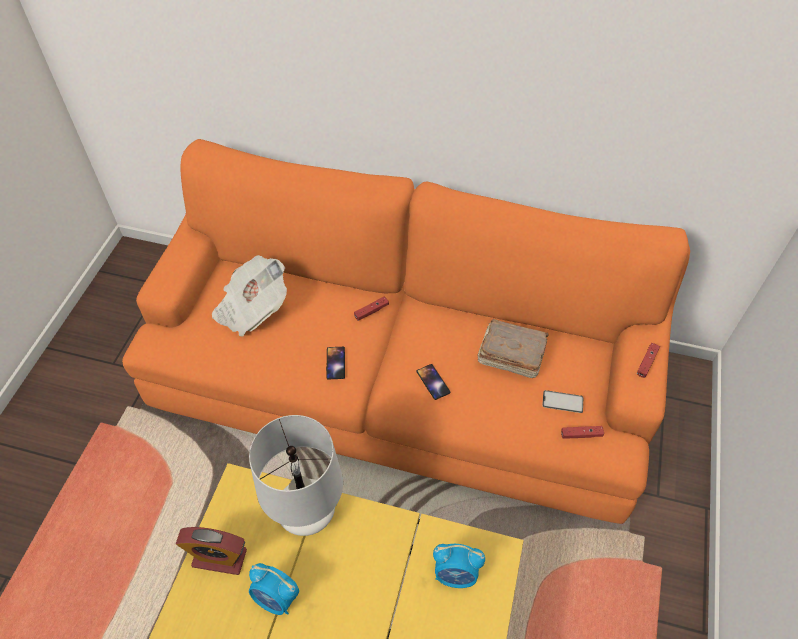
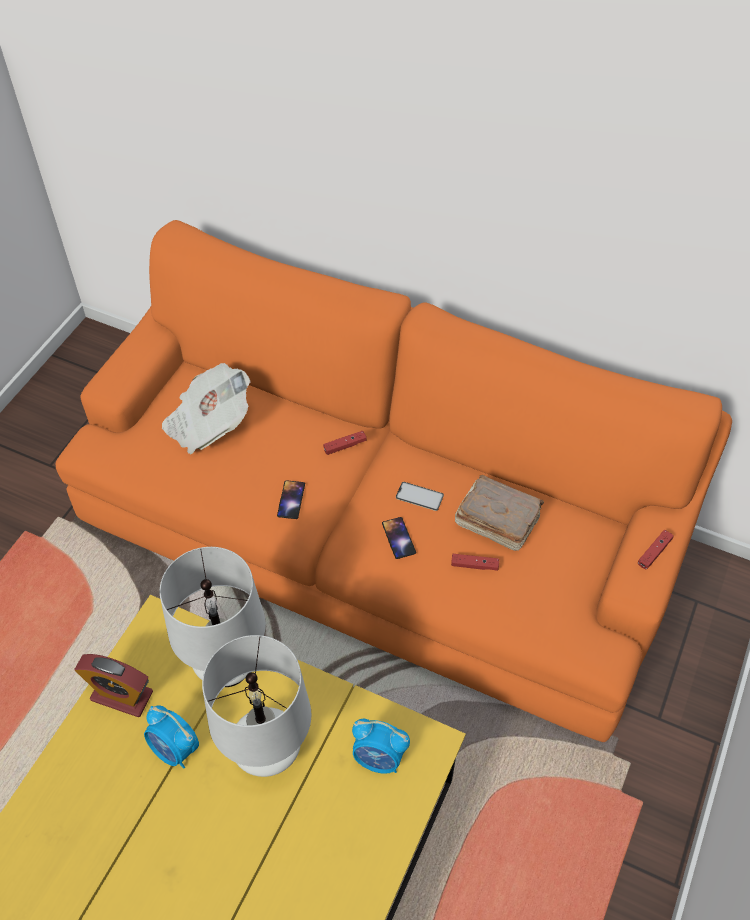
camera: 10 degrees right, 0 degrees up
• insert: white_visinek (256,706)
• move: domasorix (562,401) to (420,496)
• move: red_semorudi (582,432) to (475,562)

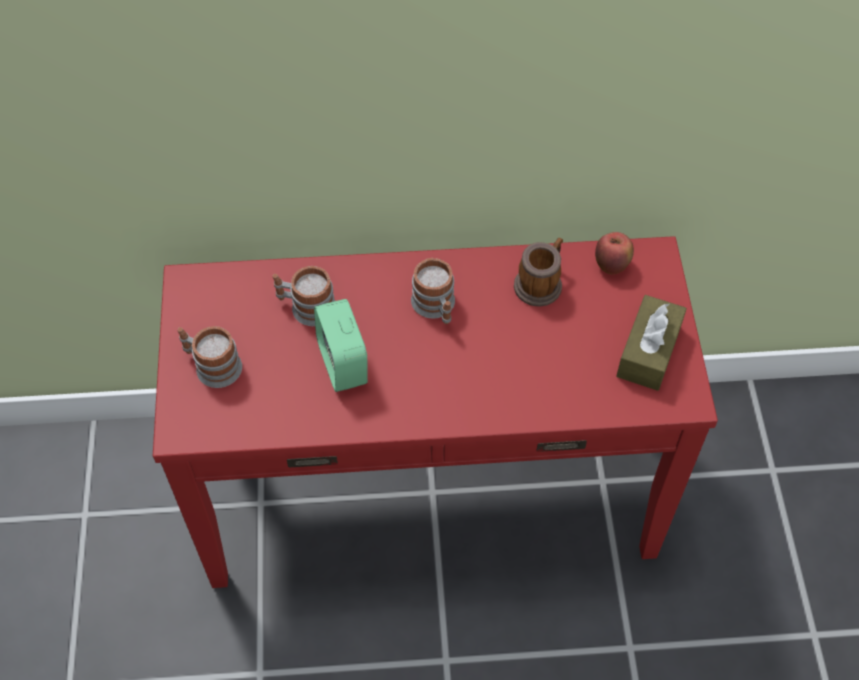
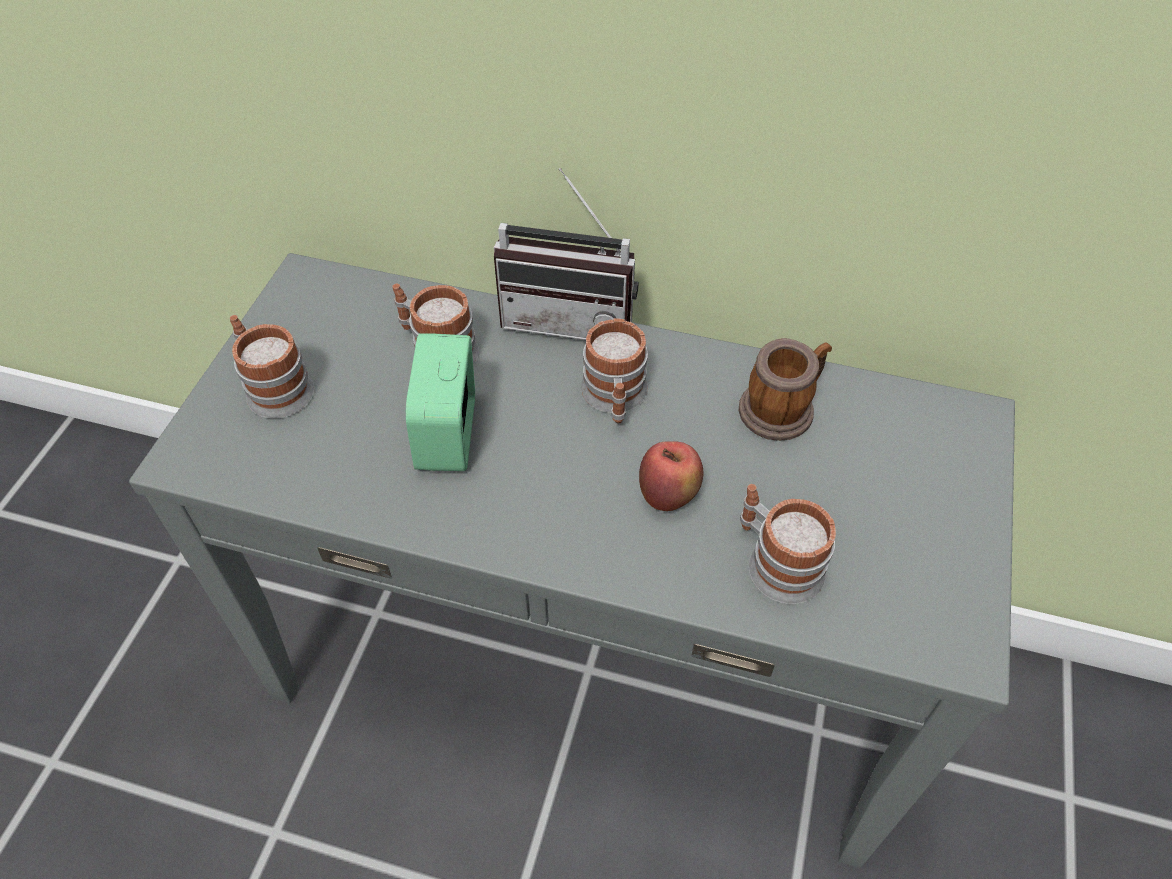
camera: 20 degrees right, 5 degrees down
• recolor: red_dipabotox (435,412) to grey_dipabotox (572,560)
• insert: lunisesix (566,254)
• move: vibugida (614,253) to (671,476)
• insert: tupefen (788,544)
• delete: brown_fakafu (652,343)

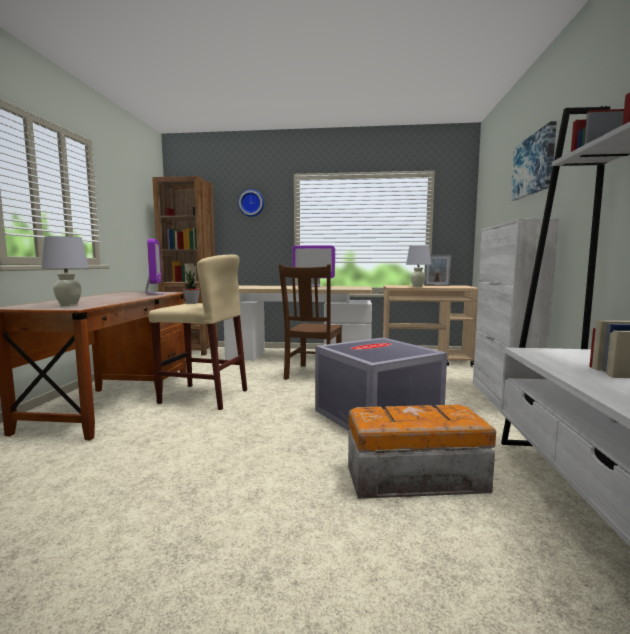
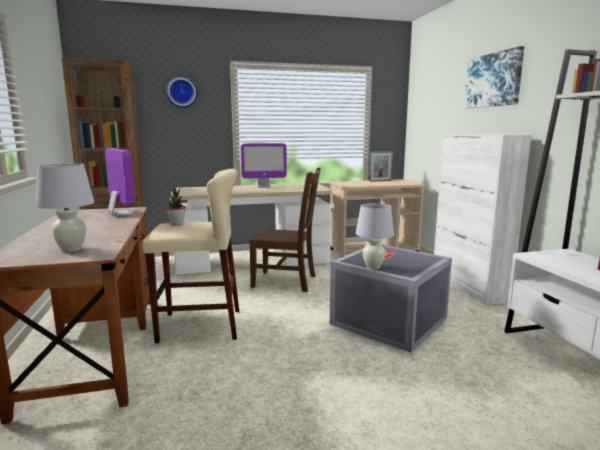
camera: 20 degrees left, 5 degrees up
• rotate: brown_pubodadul (310,322) = (285,229) 75 degrees counterclockwise
• move: white_visinek (418,266) to (375,236)
• delete: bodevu (422,452)

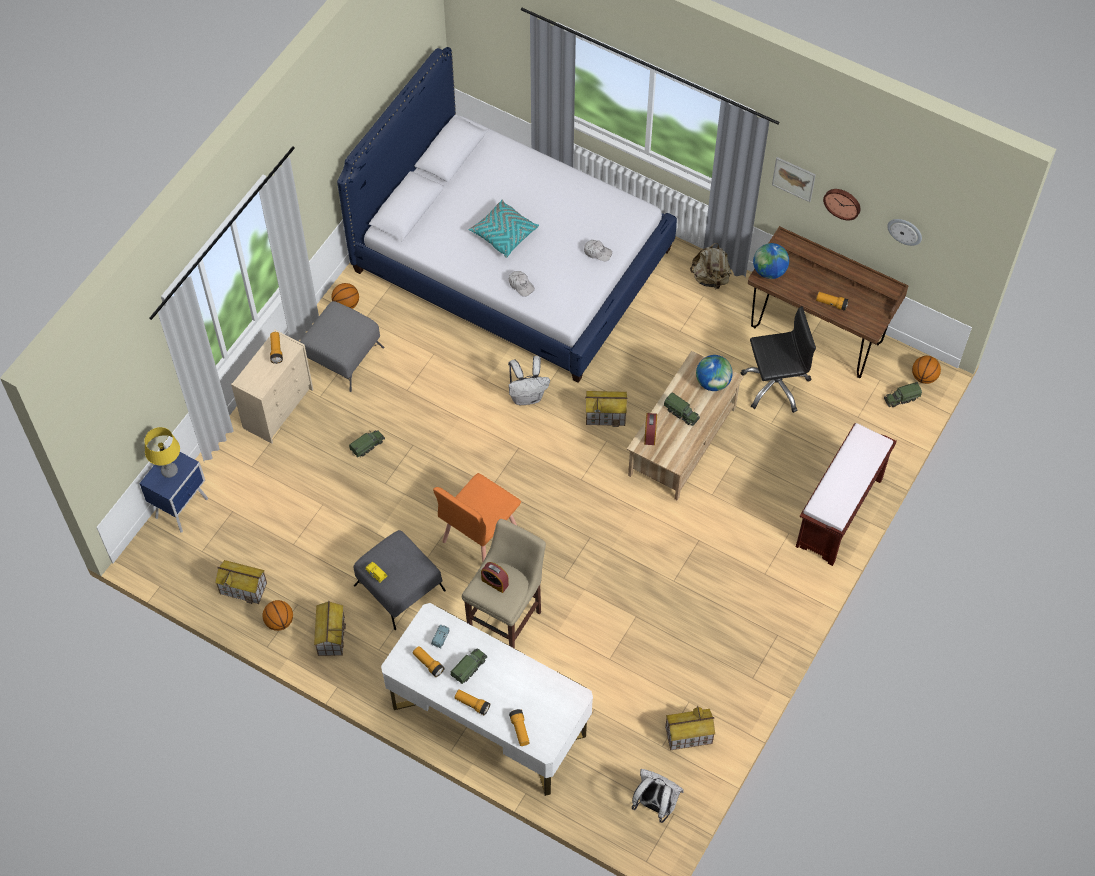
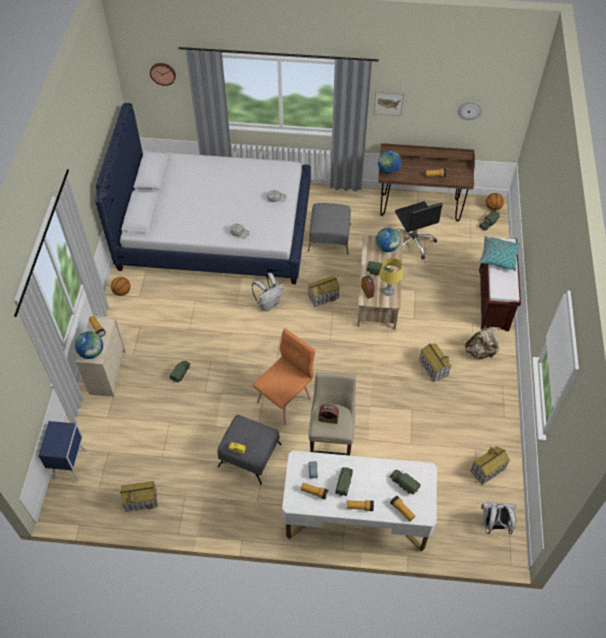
camera: 25 degrees left, 5 degrees down
• insert: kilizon (89,345)
• move: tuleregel (842,204) to (163,74)
• rotate: orange_pubodadul (477,518) = (284,376) 150 degrees counterclockwise
• move: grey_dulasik (342,346) to (329,229)
• move: yellow_visinek (162,452) to (391,277)
• insert: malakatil (405,482)
• rotate: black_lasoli (778,359) = (419,230) 105 degrees clockwise
• move: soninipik (330,628) to (435,362)
• move: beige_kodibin (711,266) to (482,342)
• move: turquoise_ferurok (503,228) to (499,253)
• delete: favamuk (278,615)

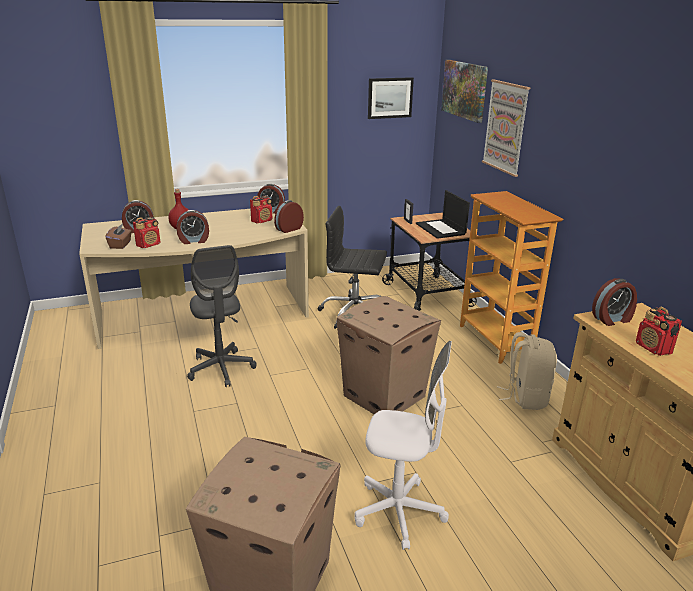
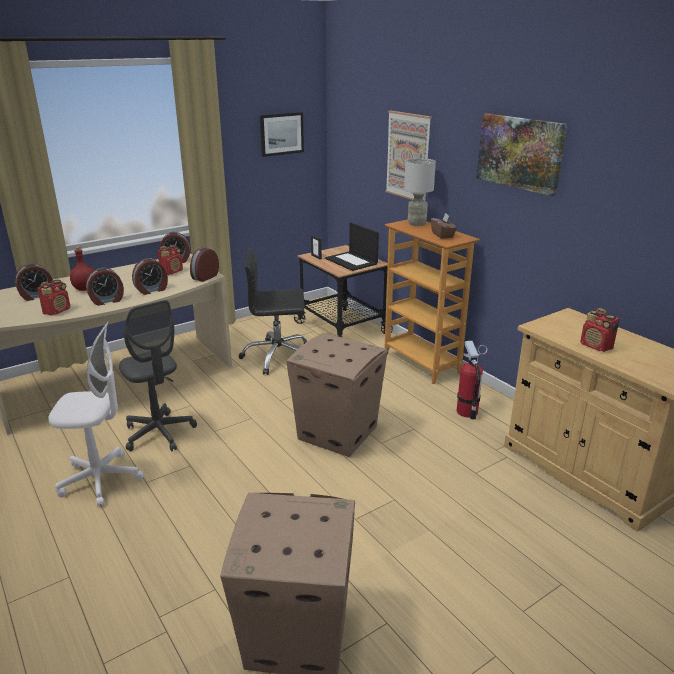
camera: 15 degrees left, 0 degrees up
• move: white_lasoli (403,445) to (96,413)
• move: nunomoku (614,302) to (150,276)
• insert: grey_visinek (420,192)
• move: brown_fakafu (119,236) to (444,226)
• replace: beige_kodibin (527,371) to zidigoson (472,380)
• move: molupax (464,91) to (521,154)

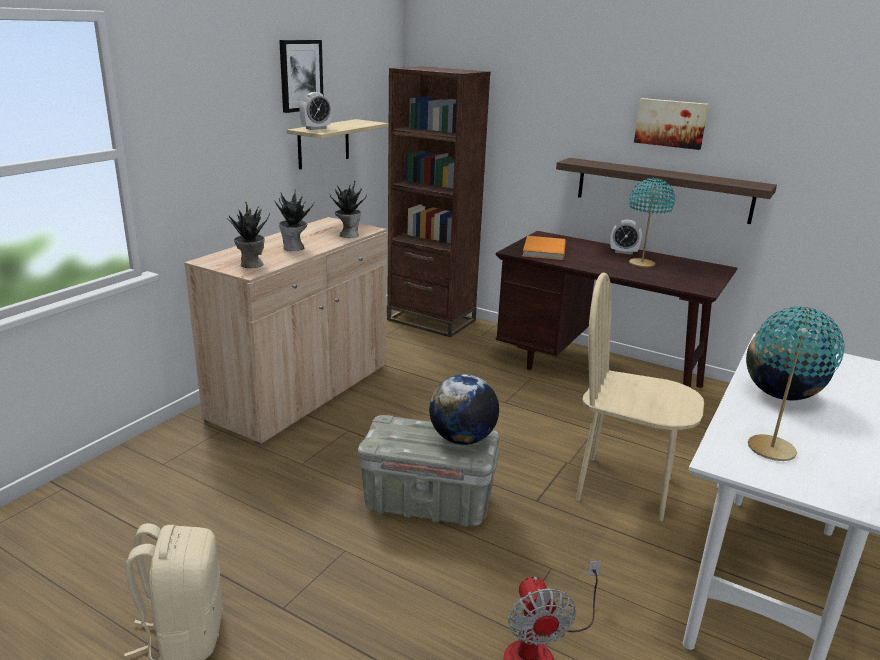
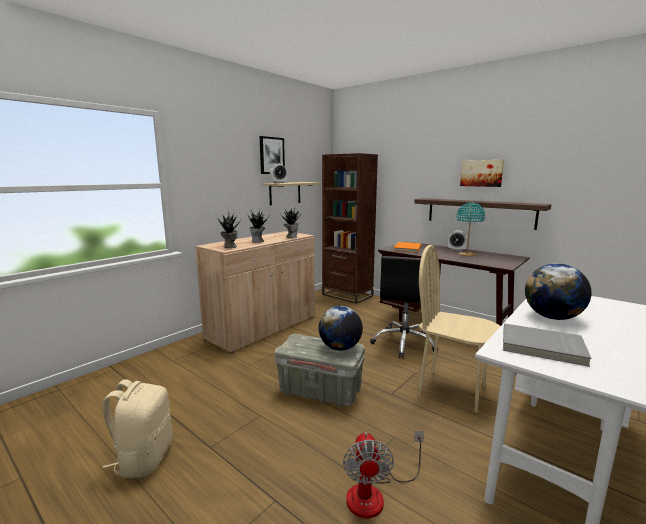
camera: 10 degrees right, 10 degrees down
• insert: black_lasoli (404,307)
• replace: turquoise_visinek (796,384) to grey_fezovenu (547,345)

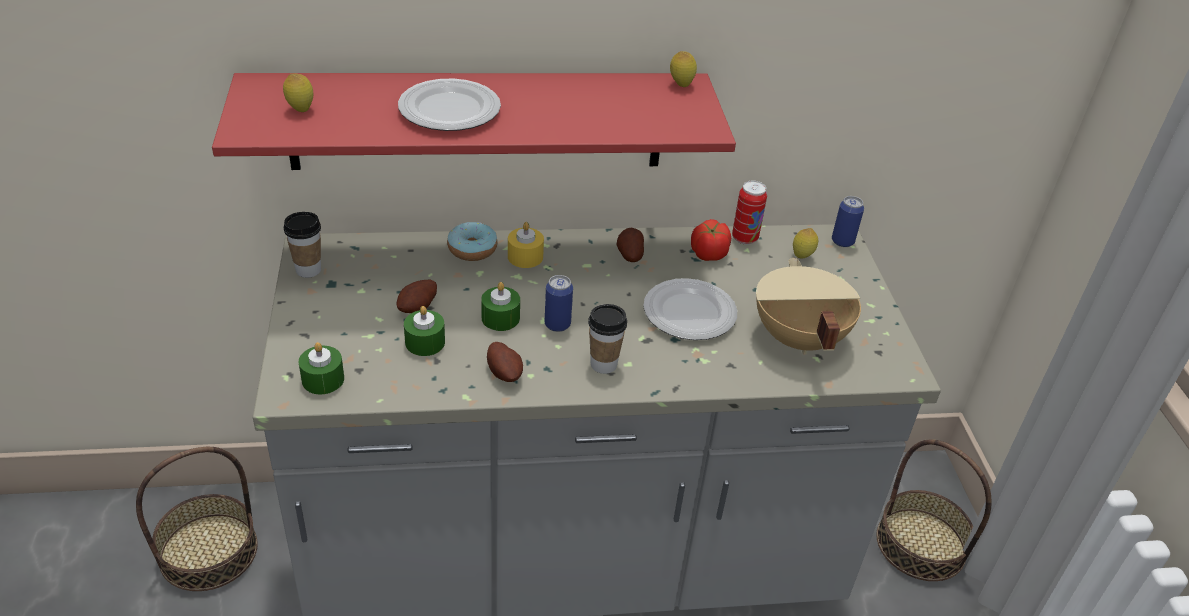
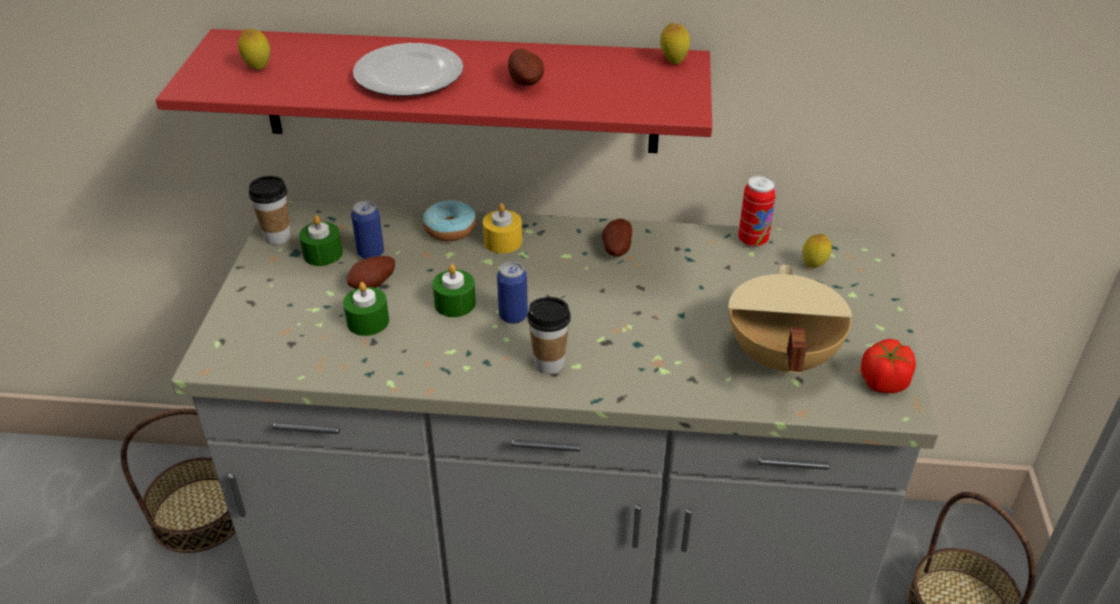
camera: 15 degrees right, 0 degrees up
• move: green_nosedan (321,368) to (321,240)
• move: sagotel (848,221) to (367,230)
• move: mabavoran (505,362) to (526,67)
• move: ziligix (711,240) to (888,366)
• delete: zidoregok (690,309)

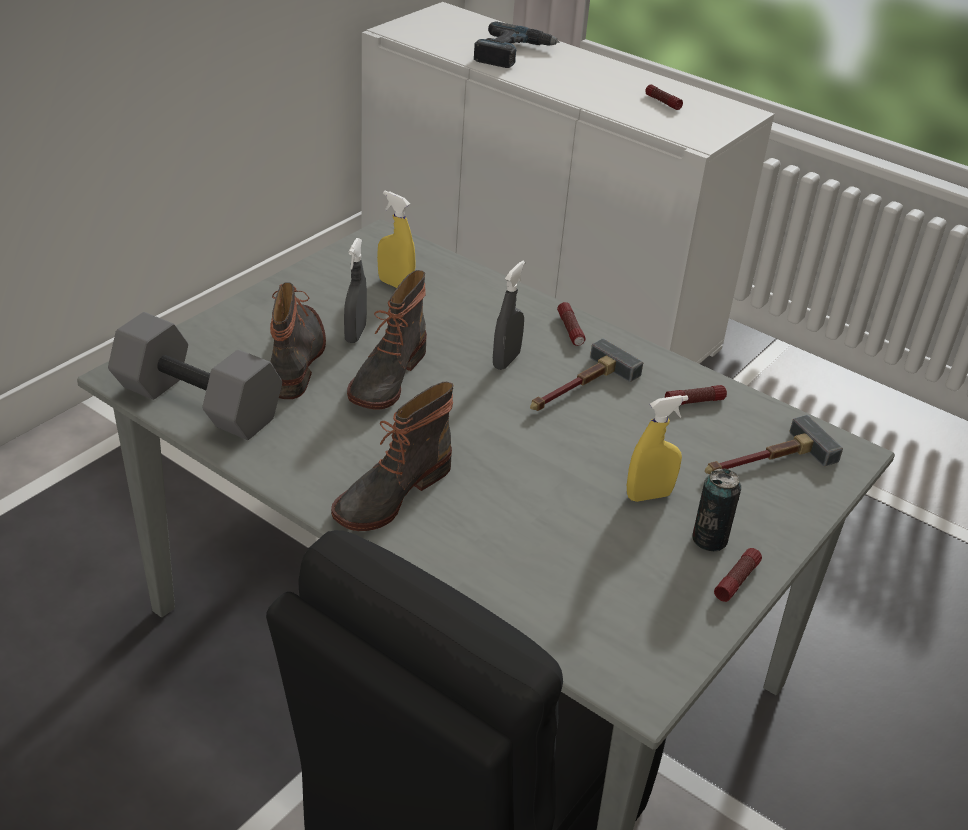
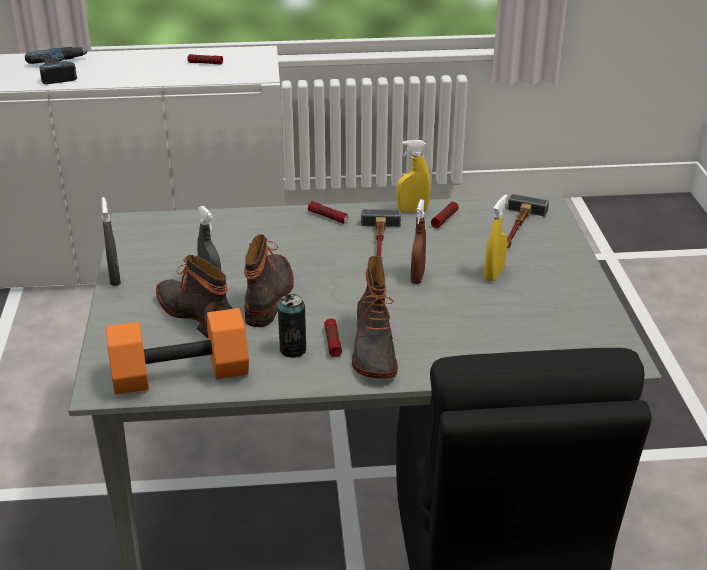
camera: 40 degrees left, 5 degrees down
• move: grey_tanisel (509,315) to (111,241)
• recolor: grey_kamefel (195,376) to orange_kamefel (177,351)
• rotate: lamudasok (387,340) = (269,280) 150 degrees counterclockwise
• move: sagotel (716,510) to (292,326)
• move: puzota (738,575) to (333,338)
• move: yellow_tanisel (396,239) to (413,176)
• insert: brown_tanisel (418,241)

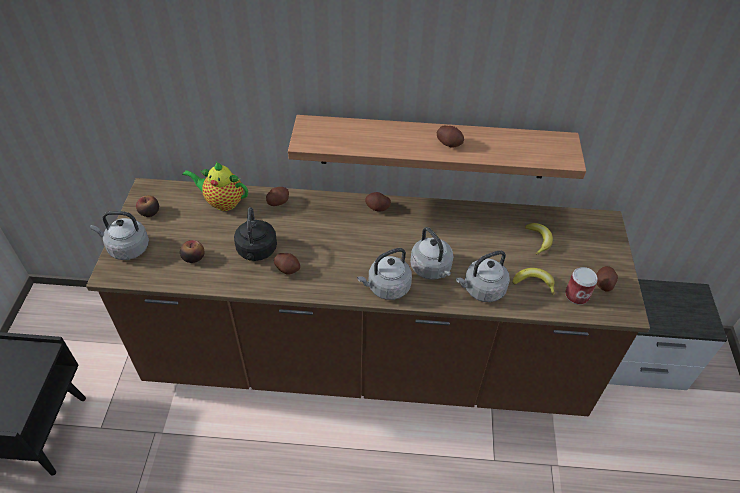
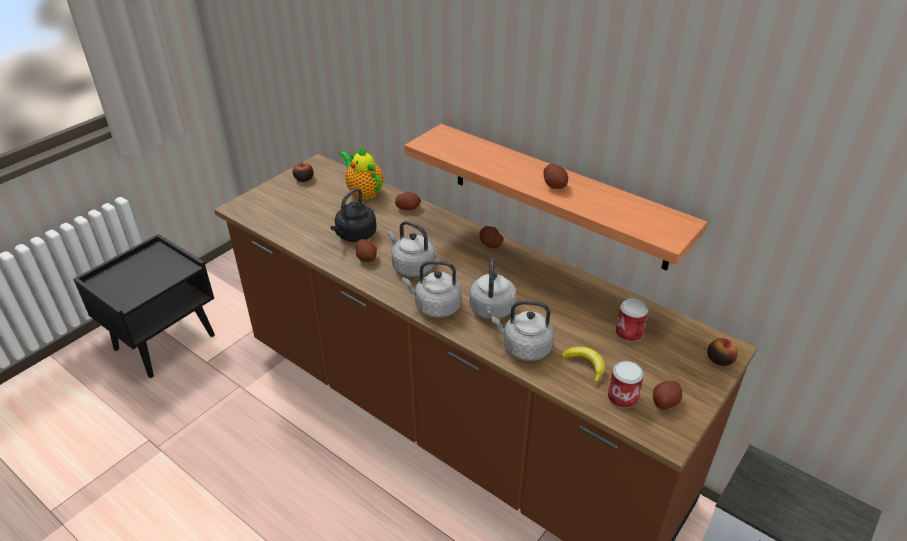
camera: 35 degrees right, 10 degrees down
• move: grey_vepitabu (119,235) to (411,249)
• replace: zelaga (539,239) to sagotel (632,320)
• move: vibugida (192,251) to (722,352)

